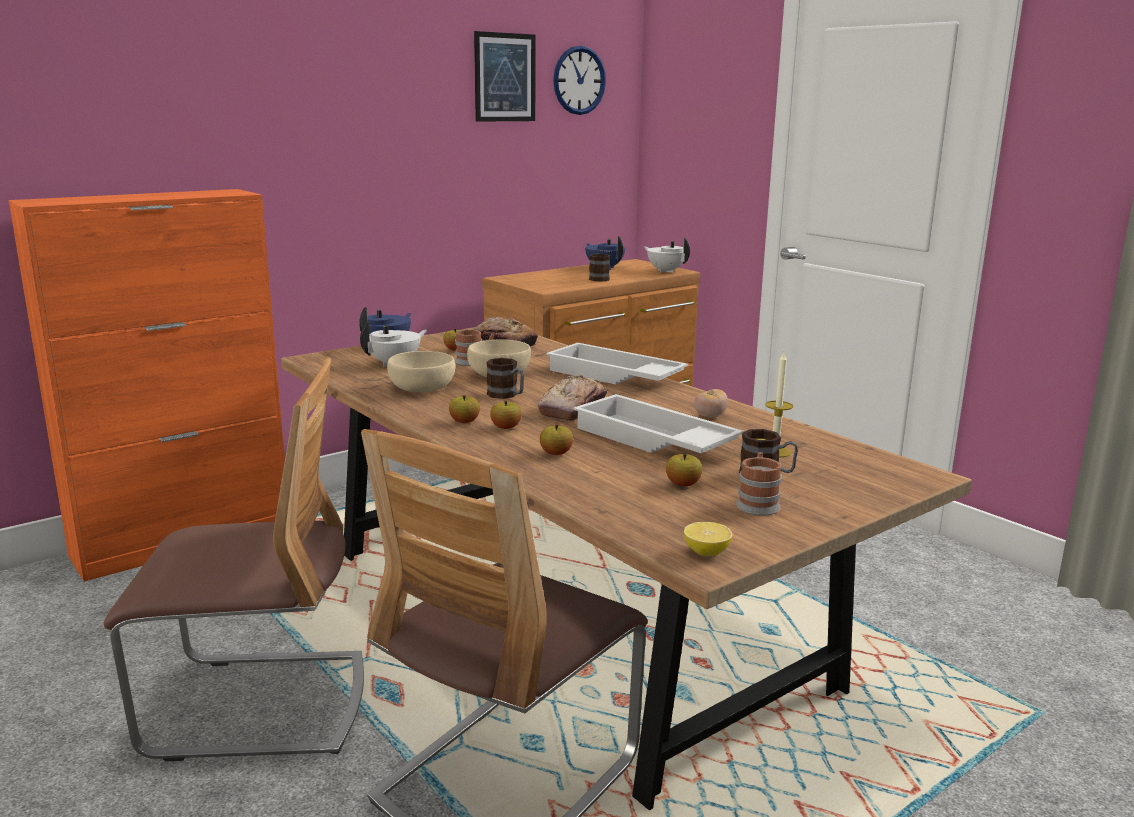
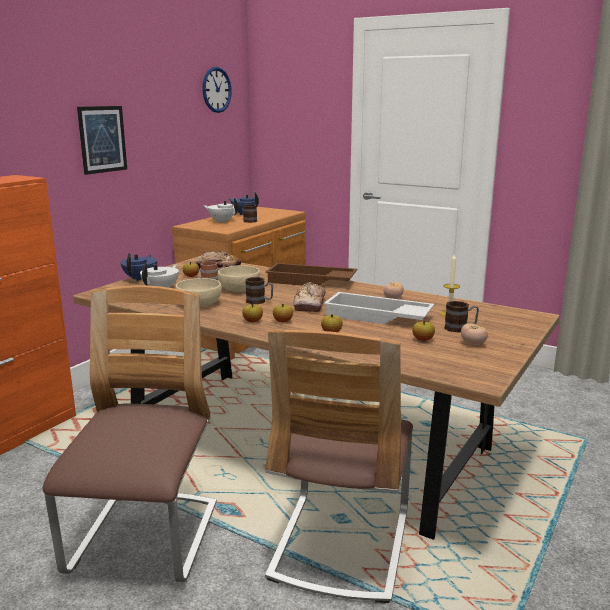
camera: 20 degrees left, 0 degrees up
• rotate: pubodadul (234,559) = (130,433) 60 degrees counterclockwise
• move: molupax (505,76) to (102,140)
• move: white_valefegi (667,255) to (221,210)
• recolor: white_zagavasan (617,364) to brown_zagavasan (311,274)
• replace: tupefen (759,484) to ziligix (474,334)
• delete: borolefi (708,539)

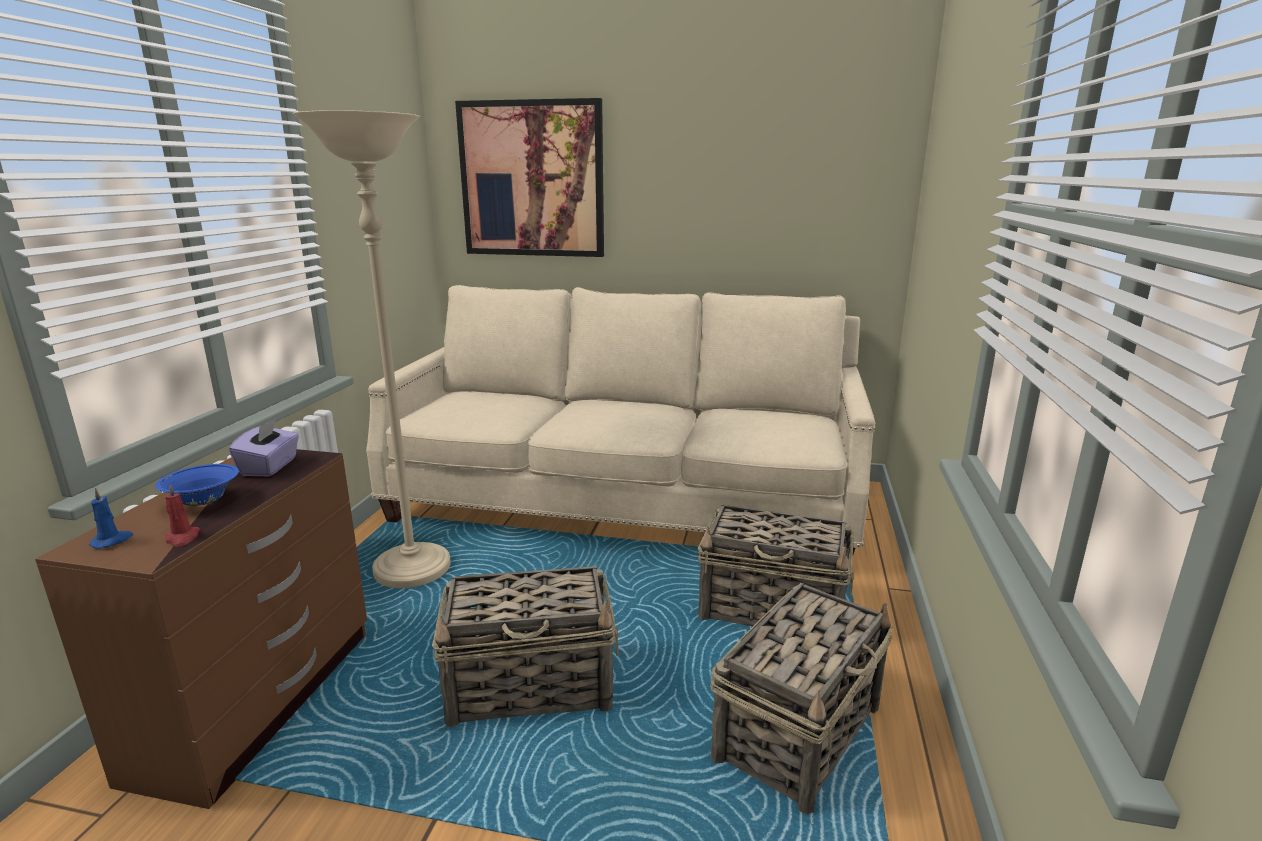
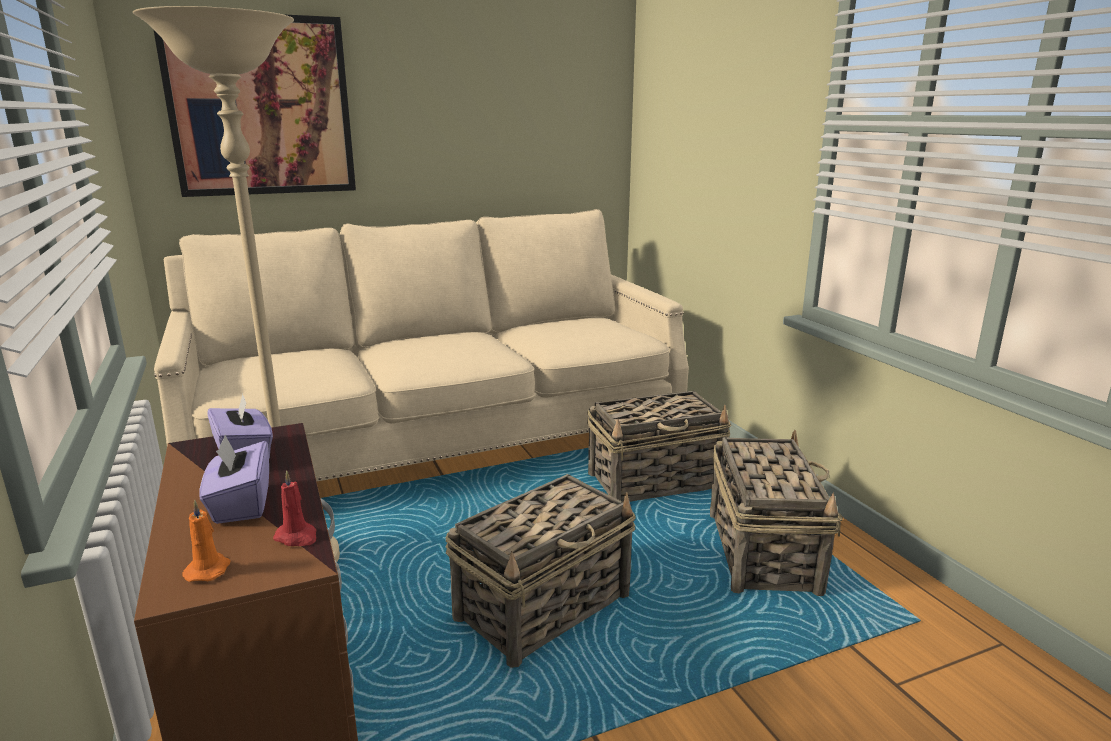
camera: 35 degrees left, 0 degrees up
• recolor: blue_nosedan (111,518) to orange_nosedan (206,541)
• replace: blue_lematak (197,485) to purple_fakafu (234,479)

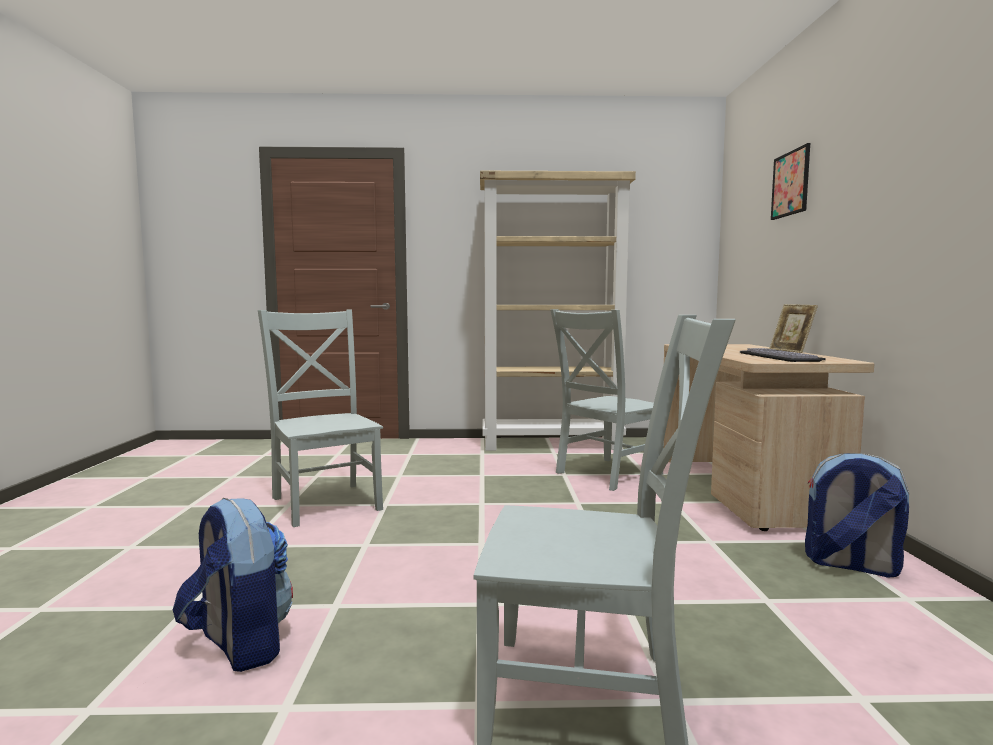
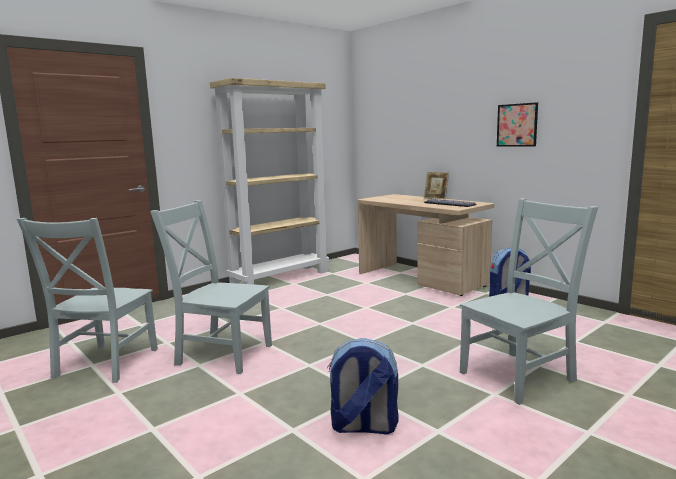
camera: 40 degrees left, 5 degrees up
• move: grey_pubodadul (607,400) to (87,300)
• move: molupax (790,181) to (517,124)

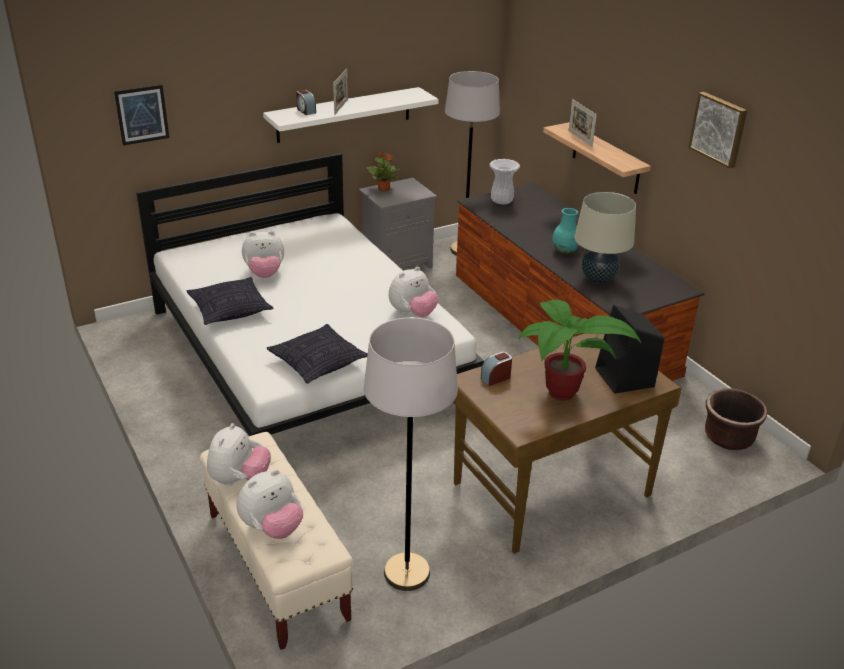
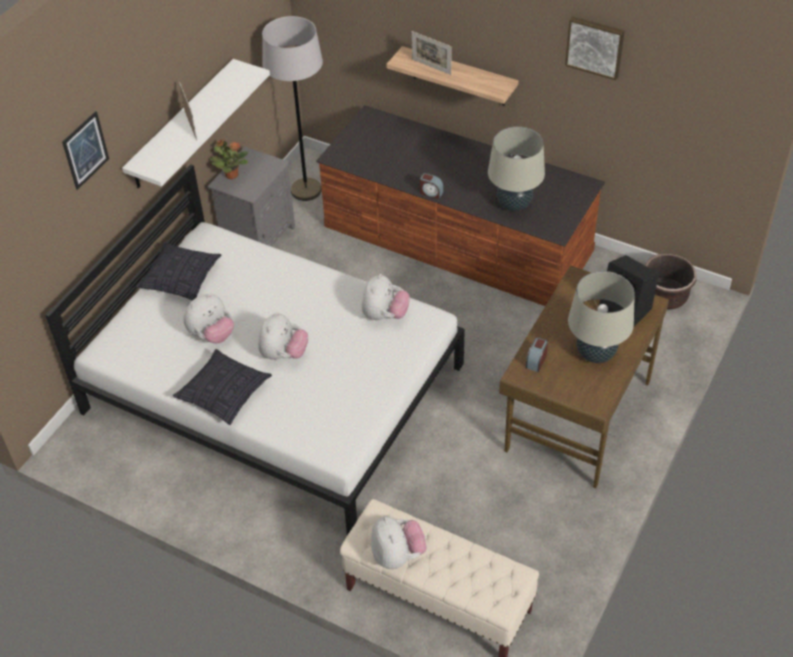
camera: 30 degrees left, 15 degrees up
• move: molupax (141,115) to (85,150)
• move: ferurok (317,354) to (178,271)
• move: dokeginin (270,504) to (283,336)
• move: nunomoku (306,102) to (432,186)
• replace: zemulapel (579,350) to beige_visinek (601,317)
• delete: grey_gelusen (411,454)
• delete: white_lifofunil (504,181)
• delete: turquoise_lifofunil (565,231)

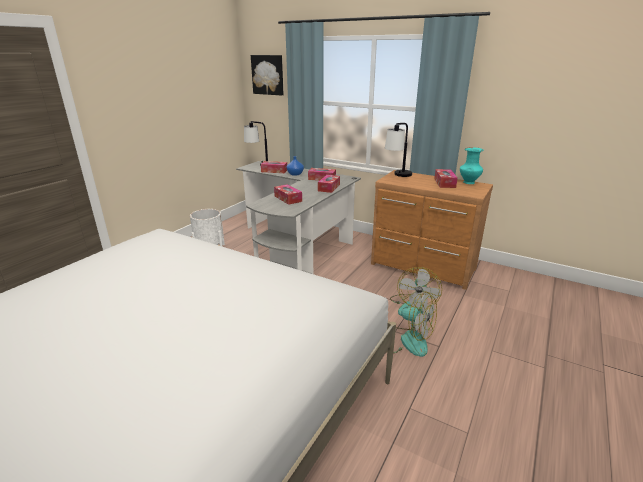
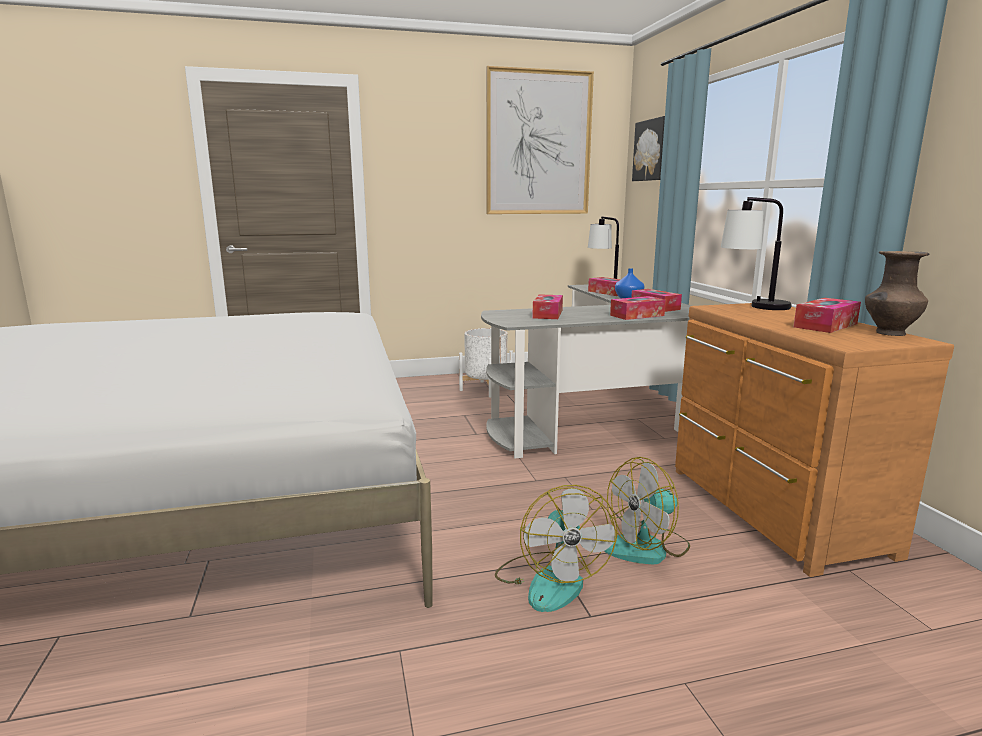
camera: 45 degrees right, 10 degrees down
• insert: molupax (540,140)
• recolor: turquoise_lifofunil (472,165) to brown_lifofunil (897,293)

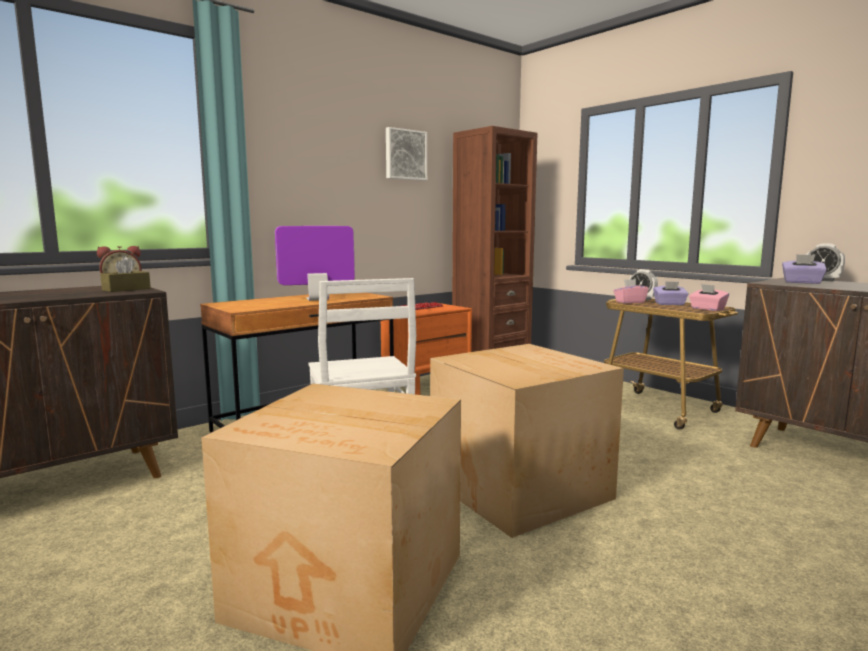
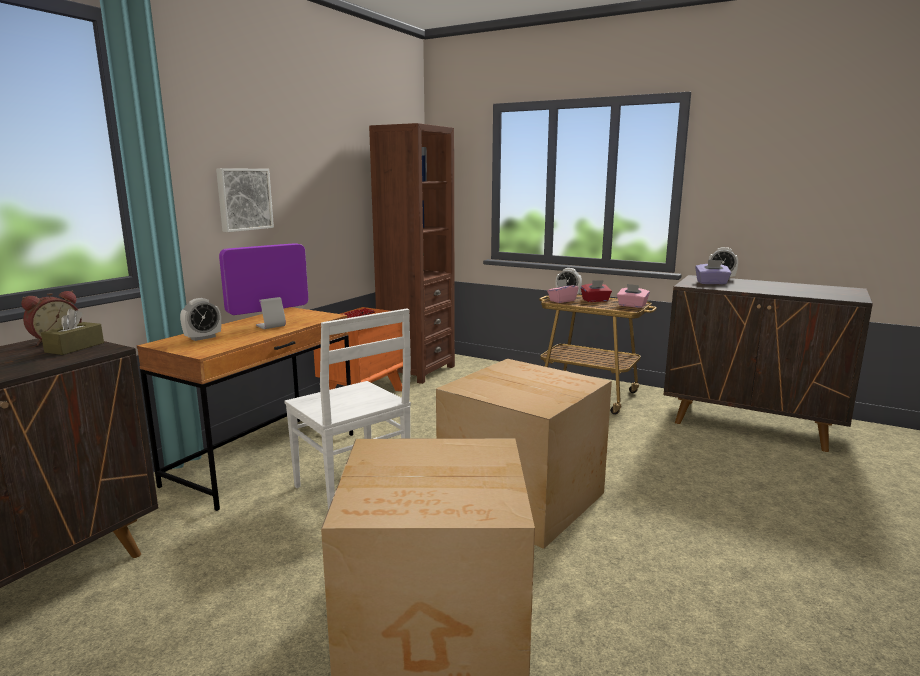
camera: 20 degrees left, 5 degrees up
• insert: nunomoku (200,319)
• move: molupax (406,154) to (245,200)
• recolor: purple_fakafu (671,293) to red_fakafu (596,291)

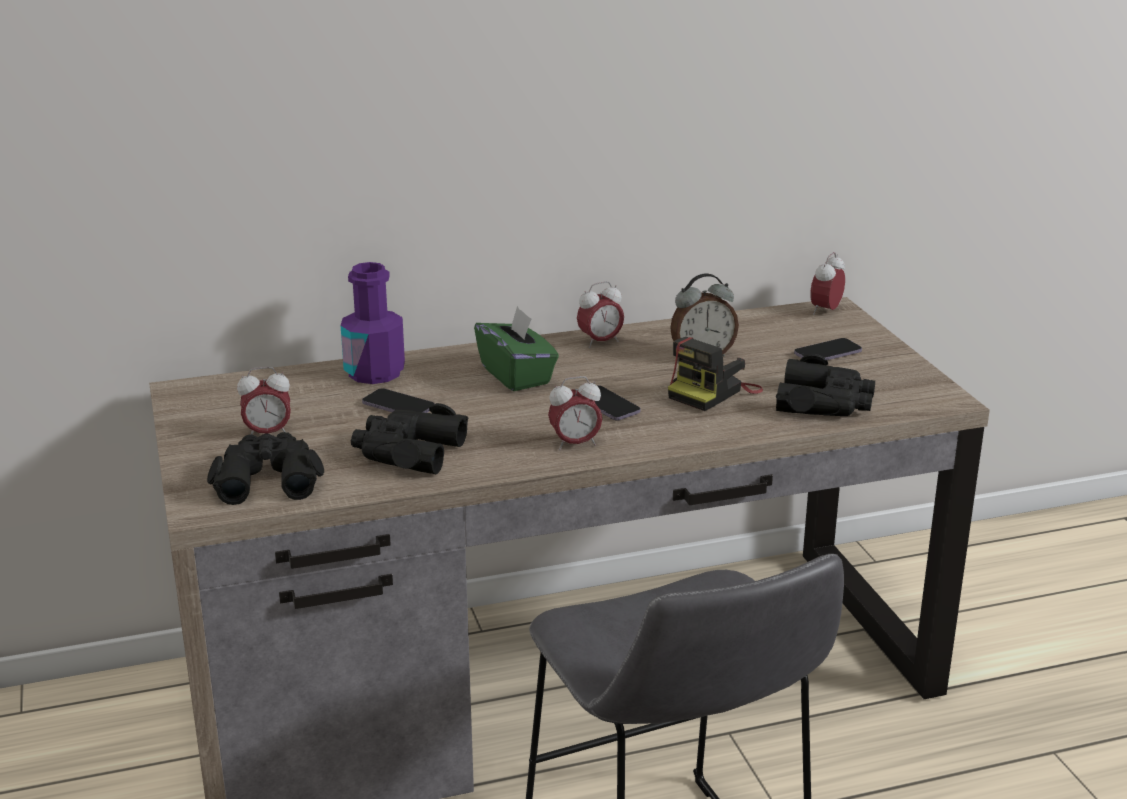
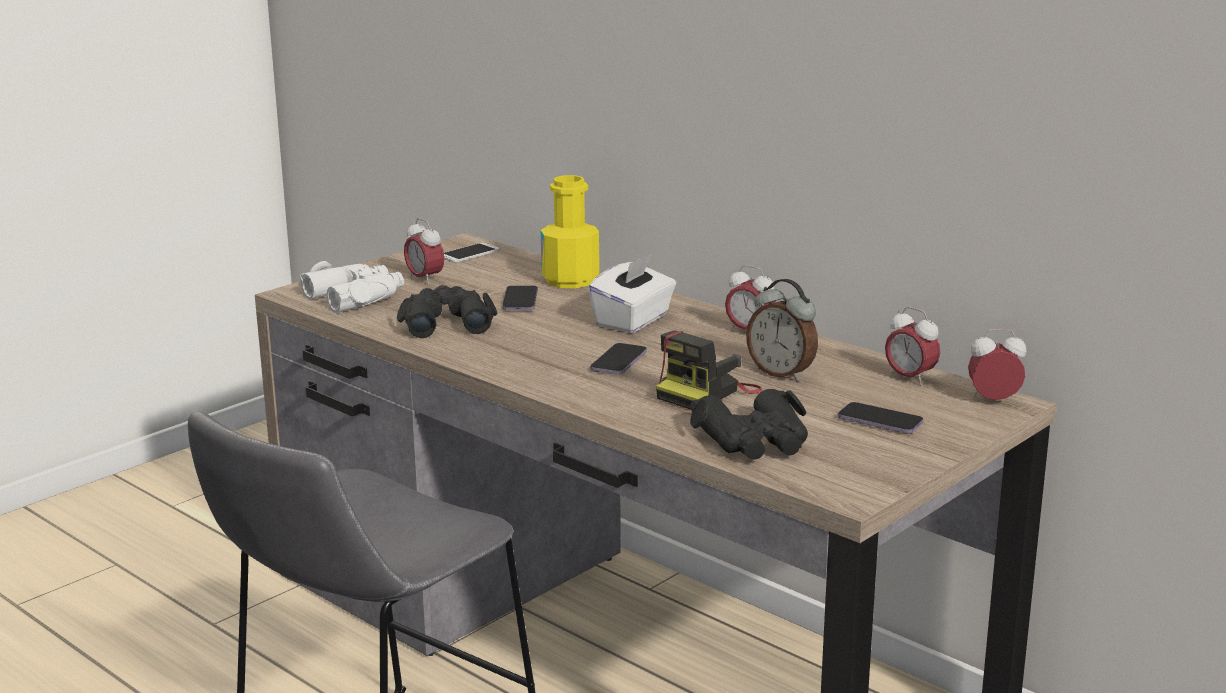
camera: 60 degrees right, 5 degrees down
• recolor: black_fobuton (265,468) to white_fobuton (351,287)
• insert: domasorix (472,252)
• recolor: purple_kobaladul (372,323) to yellow_kobaladul (570,231)
• recolor: green_fakafu (516,348) to white_fakafu (632,293)
• rotate: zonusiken (715,374) = (709,370) 60 degrees counterclockwise
• move: nunomoku (575,413) to (912,346)

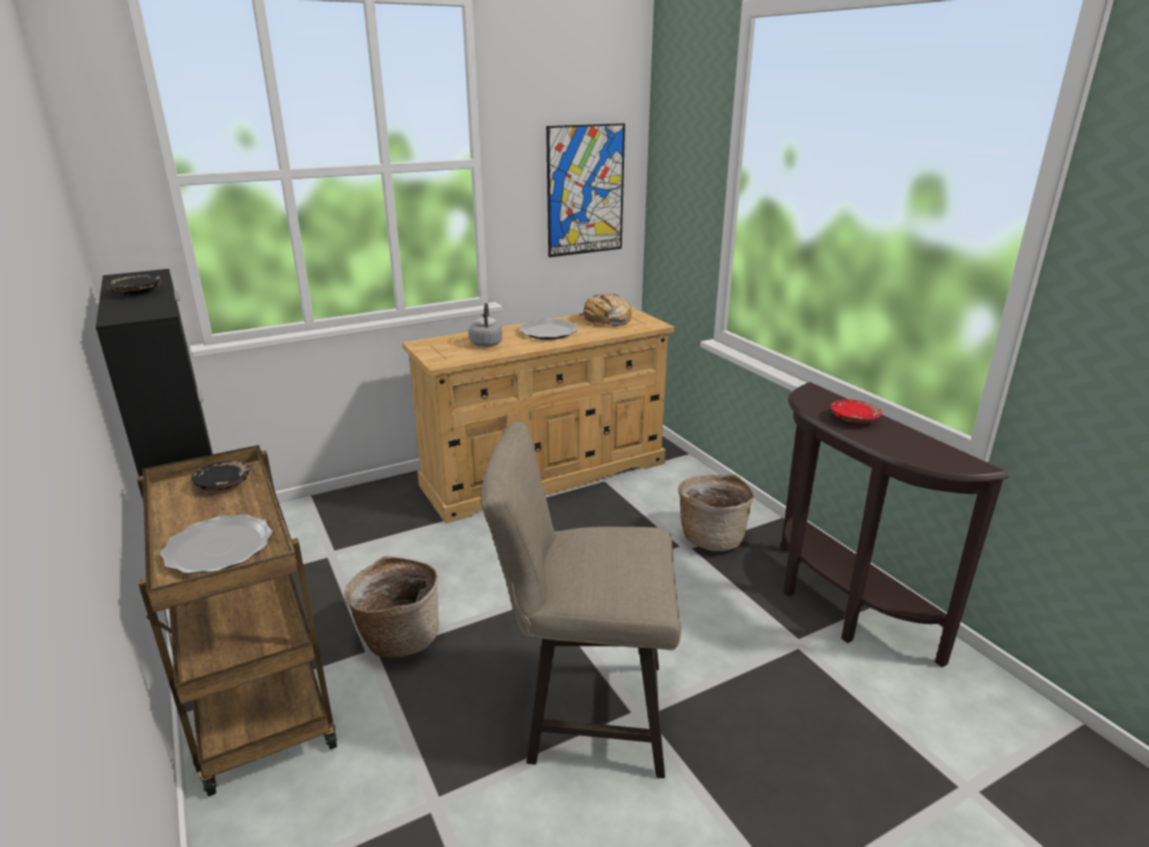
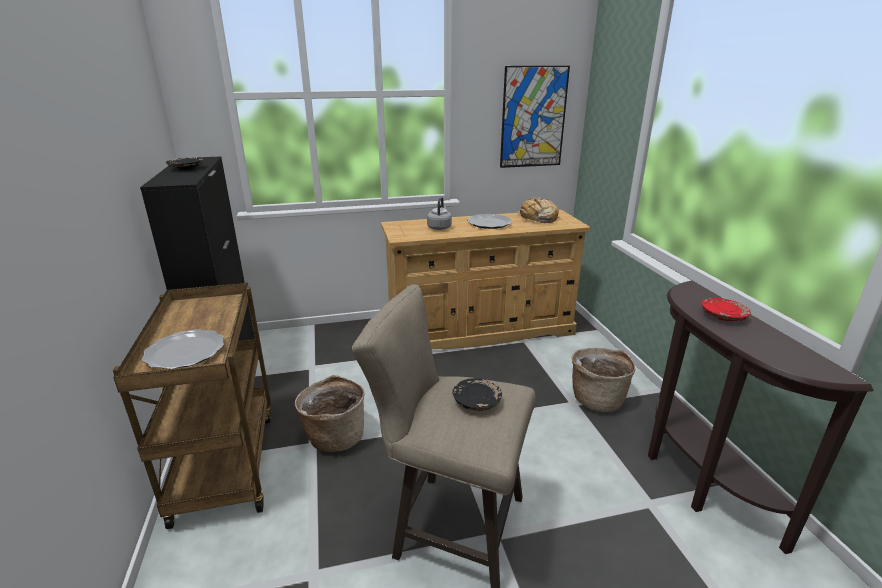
camera: 15 degrees right, 0 degrees up
• move: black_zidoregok (220,475) to (477,394)

